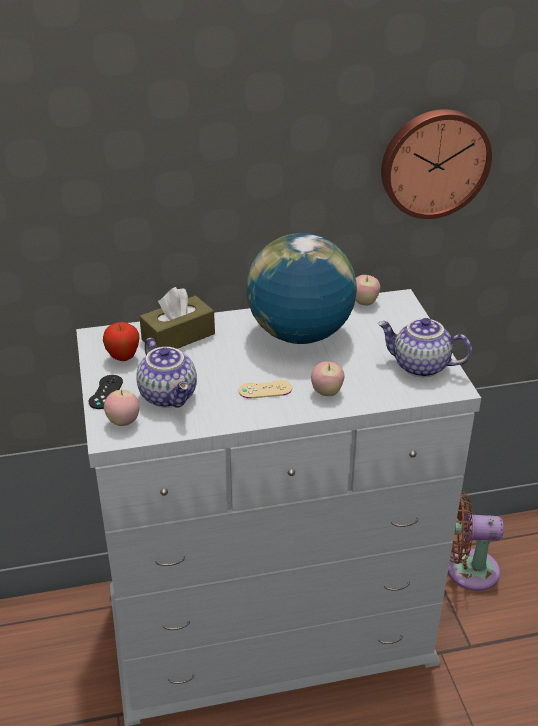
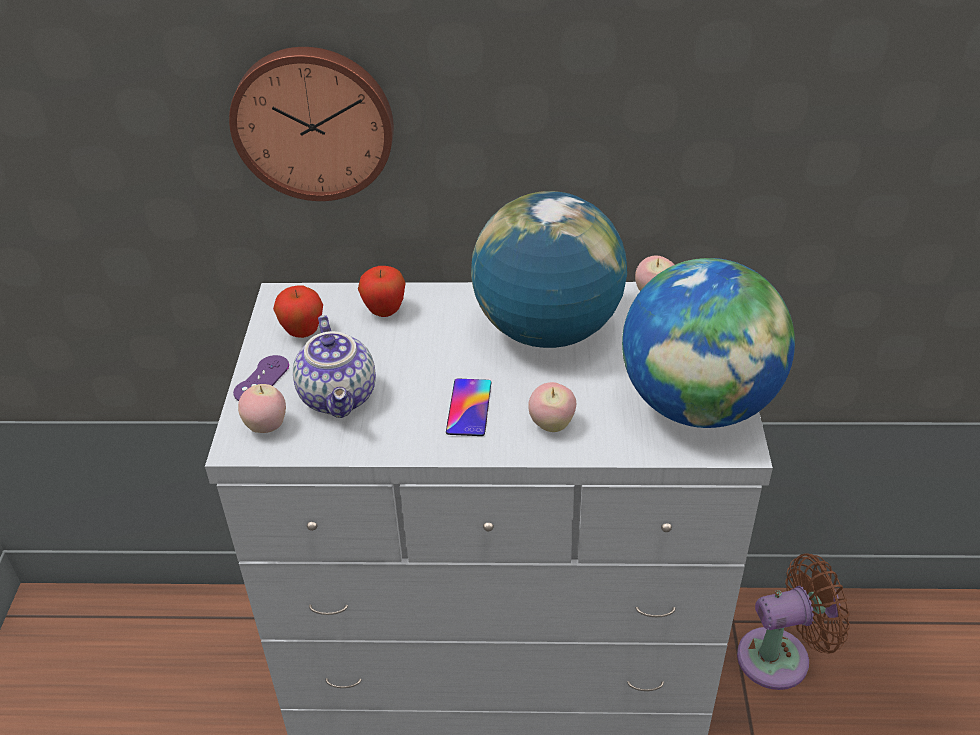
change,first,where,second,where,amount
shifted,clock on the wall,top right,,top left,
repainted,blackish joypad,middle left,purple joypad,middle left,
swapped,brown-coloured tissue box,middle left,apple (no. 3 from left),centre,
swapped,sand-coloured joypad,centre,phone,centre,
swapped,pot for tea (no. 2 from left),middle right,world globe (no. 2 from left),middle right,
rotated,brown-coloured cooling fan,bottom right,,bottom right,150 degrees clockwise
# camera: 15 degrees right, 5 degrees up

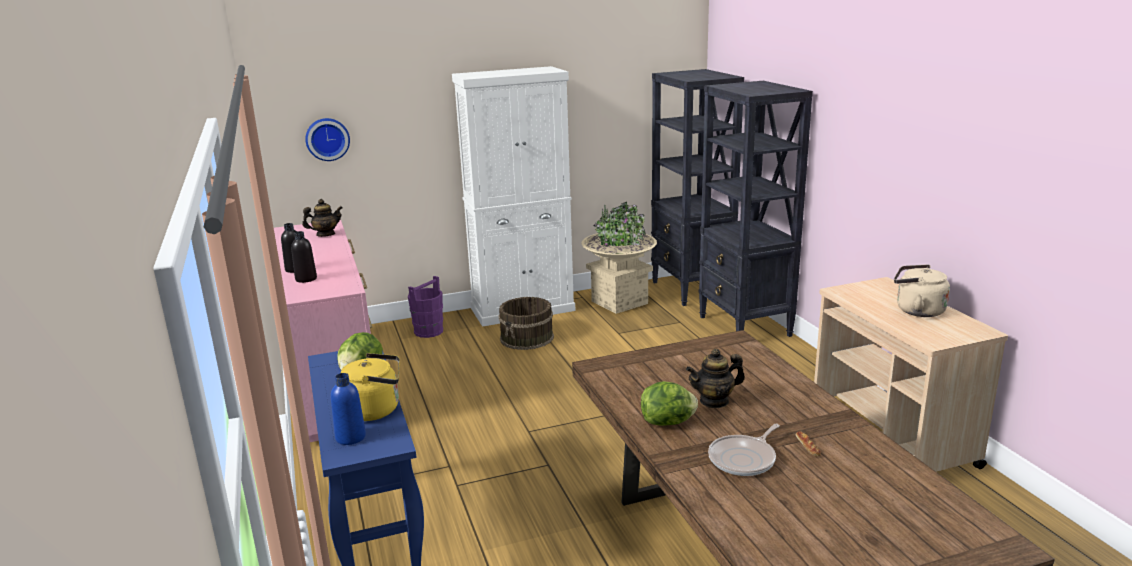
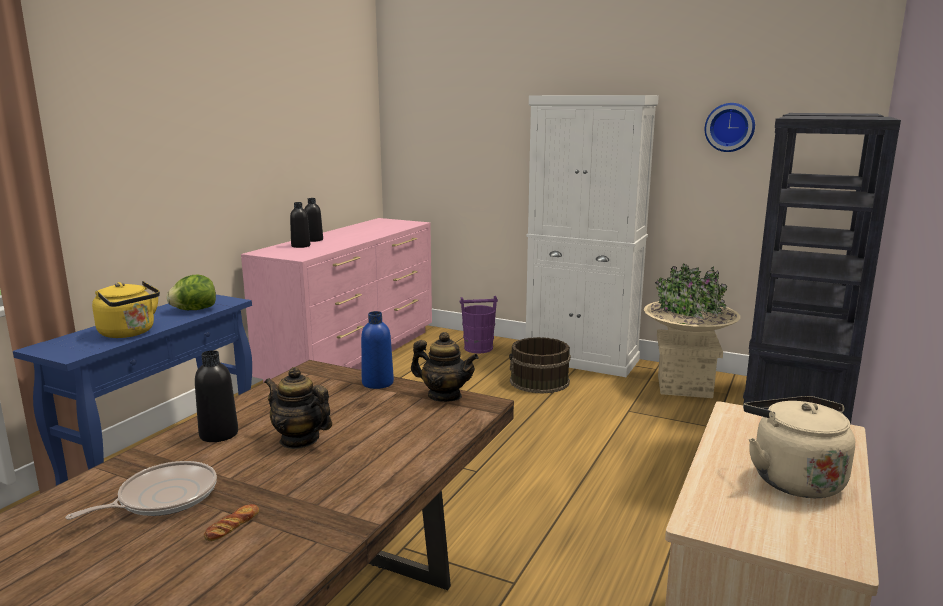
change,first,where,second,where,amount
rotated,skillet,bottom centre,,bottom left,135 degrees clockwise
swapped,head of lettuce (no. 2 from left),bottom centre,blackish drink bottle (no. 1 from left),middle left,
shifted,blue drink bottle,bottom left,,centre,
shifted,pot for tea (no. 1 from left in the first image),middle left,pot for tea (no. 2 from left),centre,
shifted,clock on the wall,top left,,top right,
# camera: 45 degrees right, 5 degrees down

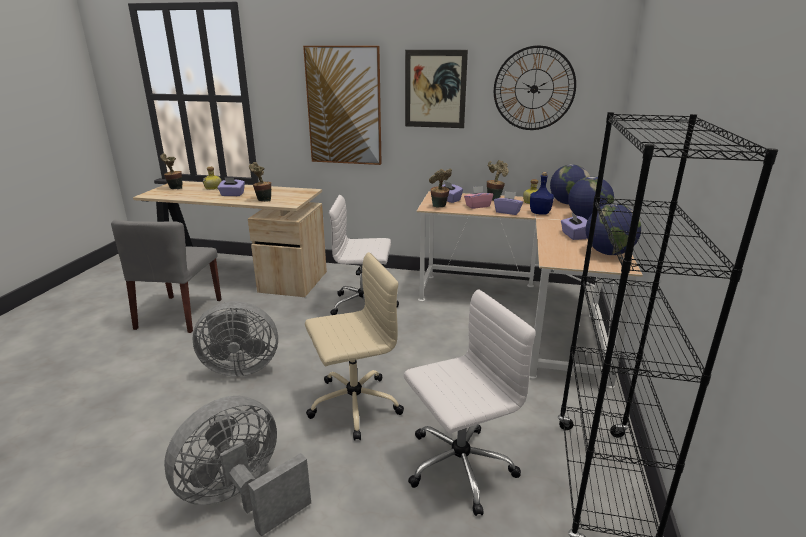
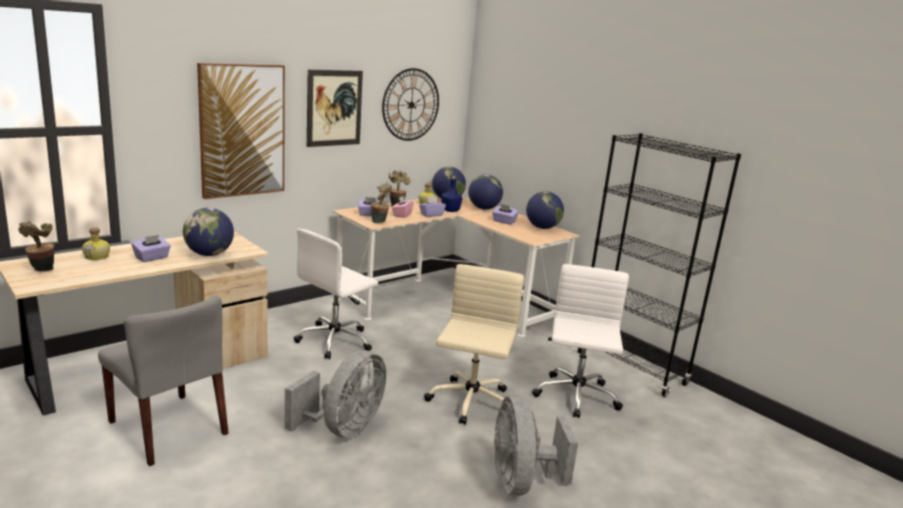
change,first,where,second,where,amount
swapped,houseplant (no. 2 from left),middle left,world globe (no. 1 from left),middle left,
# camera: 55 degrees left, 5 degrees down

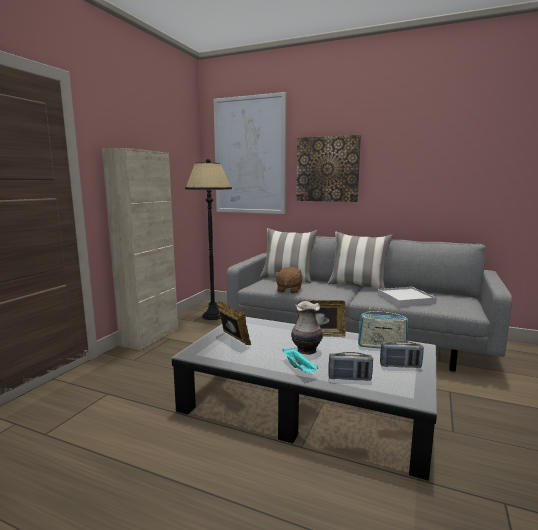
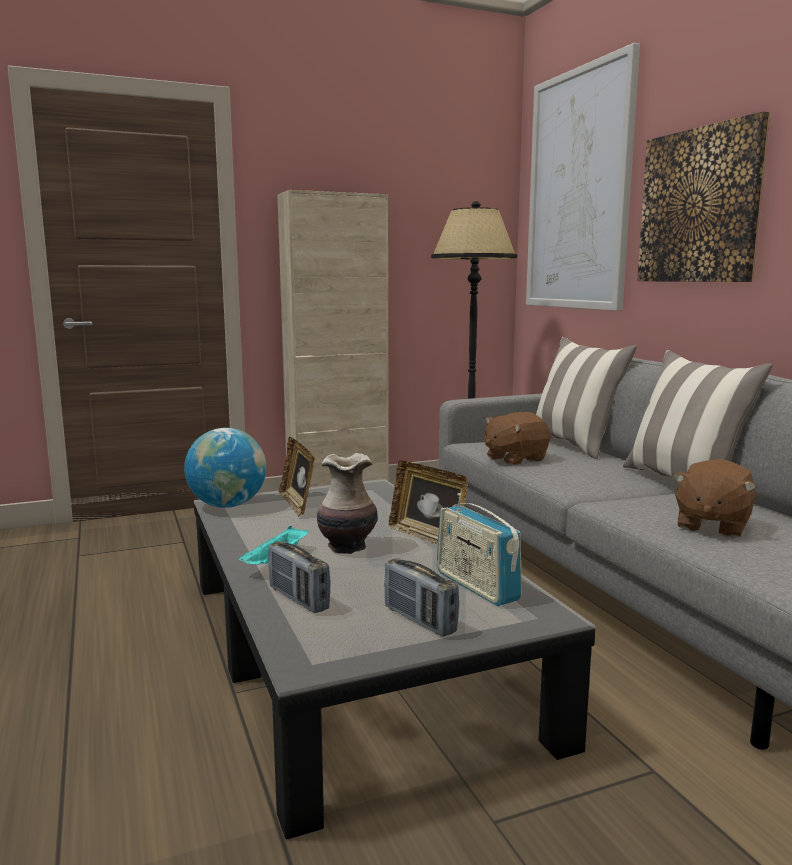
change,first,where,second,where,amount
new,,,world globe,middle left,
rotated,photo frame (no. 1 from left),centre,,centre,150 degrees clockwise
swapped,white tray,middle right,brown-coloured plush toy (no. 2 from left),middle right,
# camera: 45 degrees right, 0 degrees up

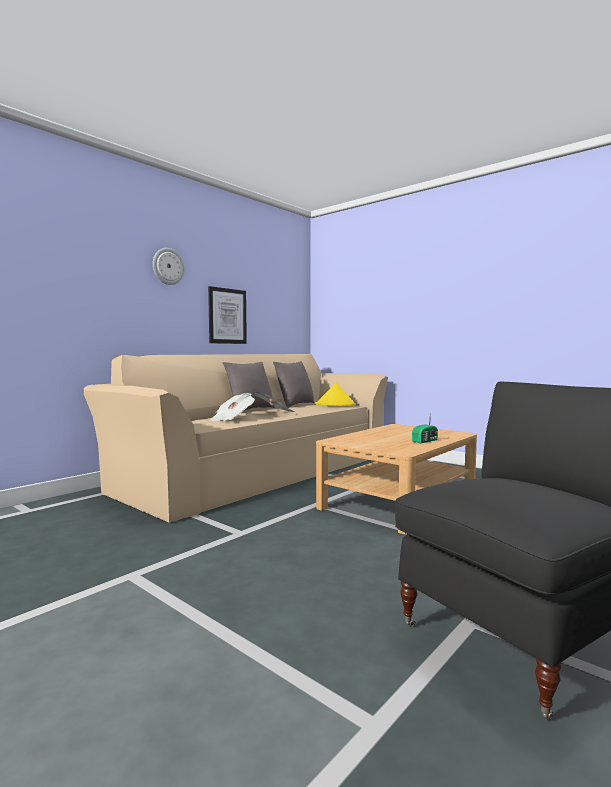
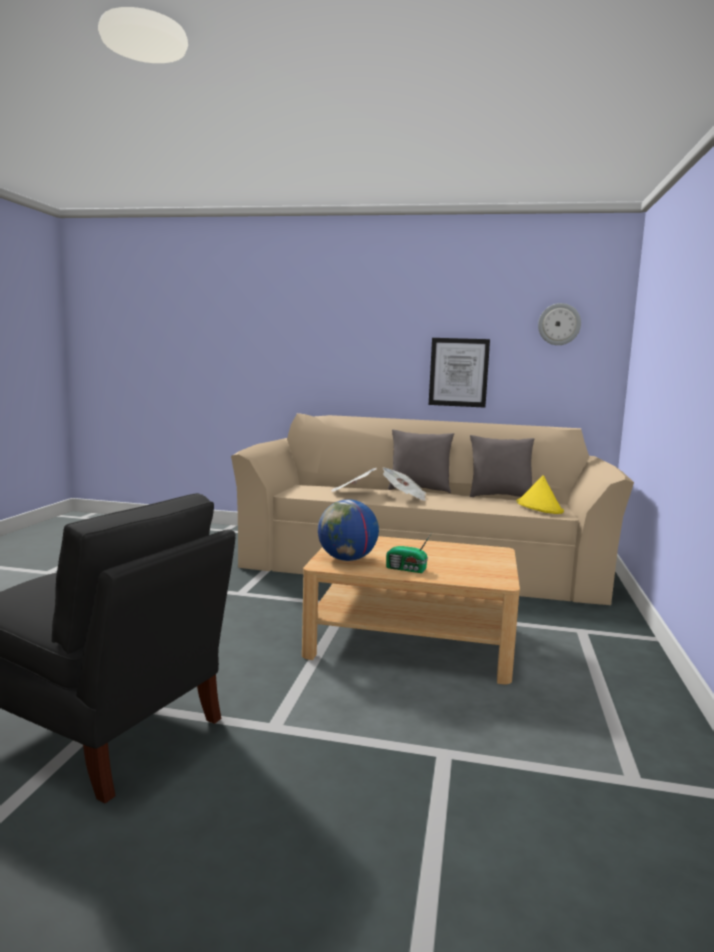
change,first,where,second,where,amount
new,,,world globe,centre,
shifted,clock on the wall,middle left,,middle right,
# camera: 60 degrees right, 5 degrees up

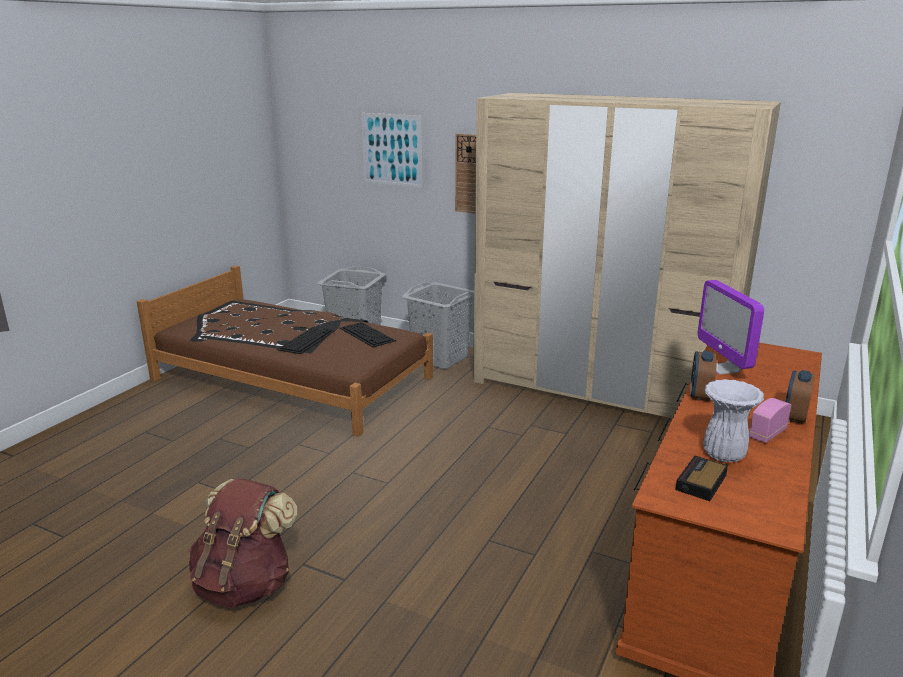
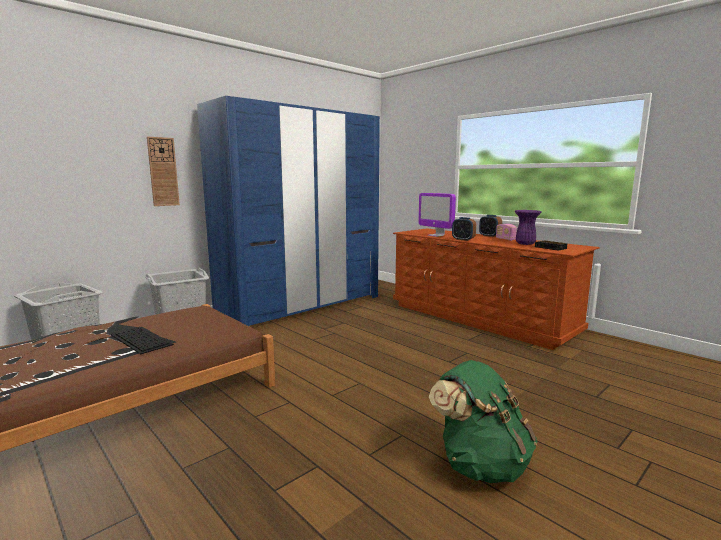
change,first,where,second,where,amount
repainted,sand-coloured wardrobe,middle right,blue wardrobe,centre,
rotated,computer display,middle right,,centre,45 degrees clockwise
repainted,brown-coloured rucksack,bottom left,green-coloured rucksack,bottom right,
repainted,white vase,middle right,purple vase,middle right,
gone,computer keyboard (no. 2 from left),centre,,,
gone,picture,top centre,,,
# camera: 70 degrees left, 10 degrees down

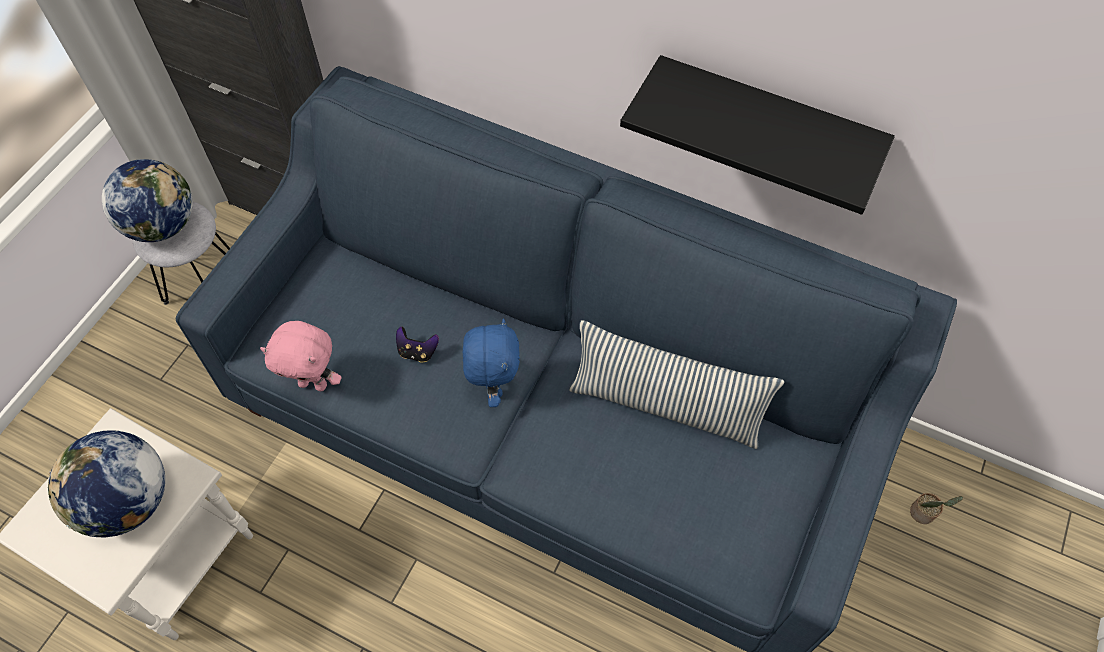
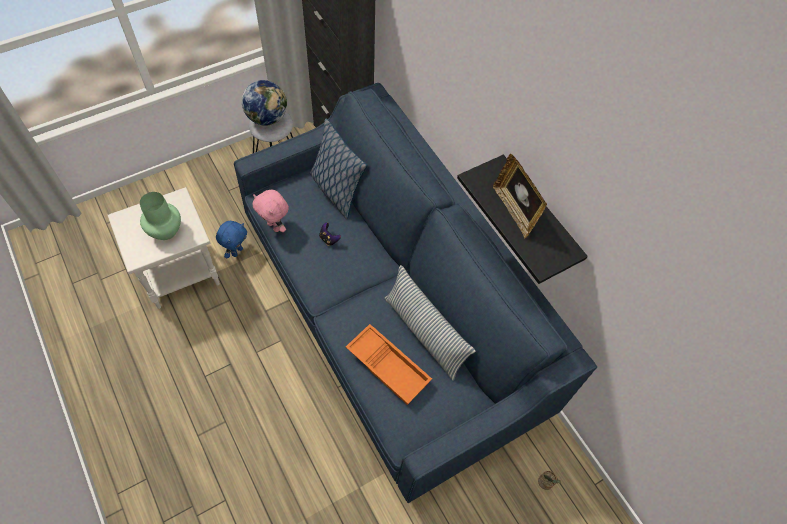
change,first,where,second,where,amount
swapped,world globe (no. 1 from left),bottom left,green-coloured vase,middle left,
shifted,blue plush toy,centre,,middle left,
new,,,cushion (no. 1 from left),top centre,
new,,,orange tray,bottom centre,
new,,,photo frame,centre,
# camera: 30 degrees right, 0 degrees up

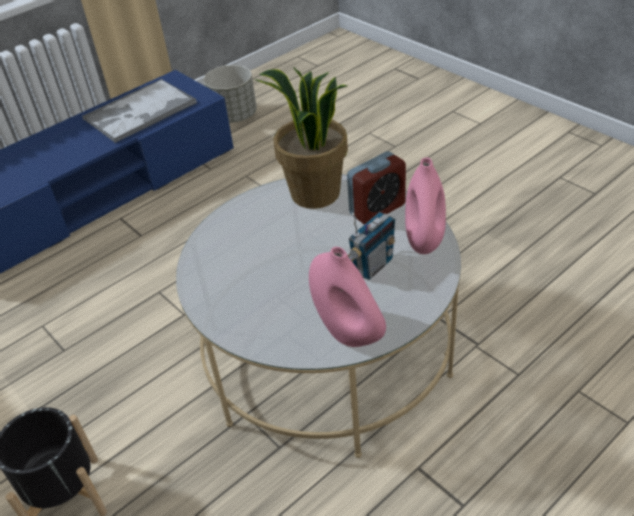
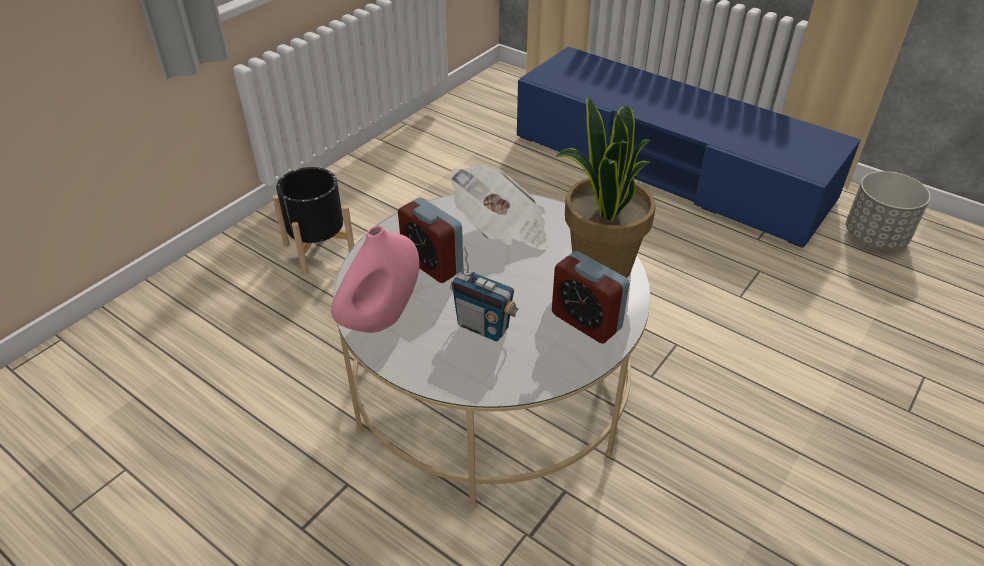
change,first,where,second,where,amount
new,,,alarm clock (no. 1 from left),centre,
new,,,newspaper,centre,
gone,tray,top left,,,
gone,pinkish vase (no. 2 from left),middle right,,,
# camera: 75 degrees right, 0 degrees up

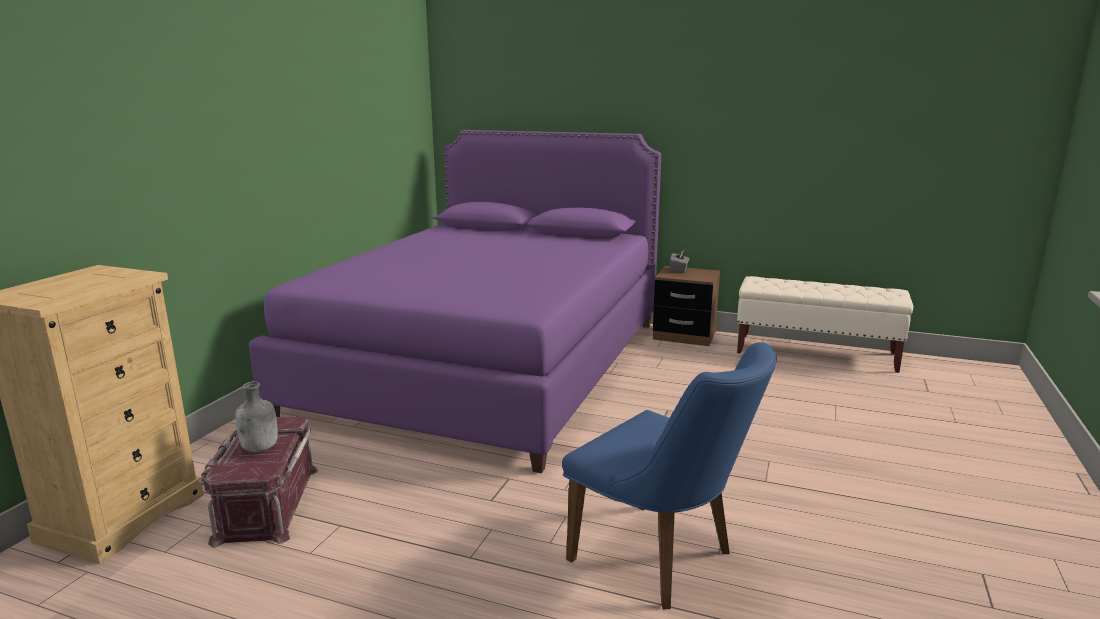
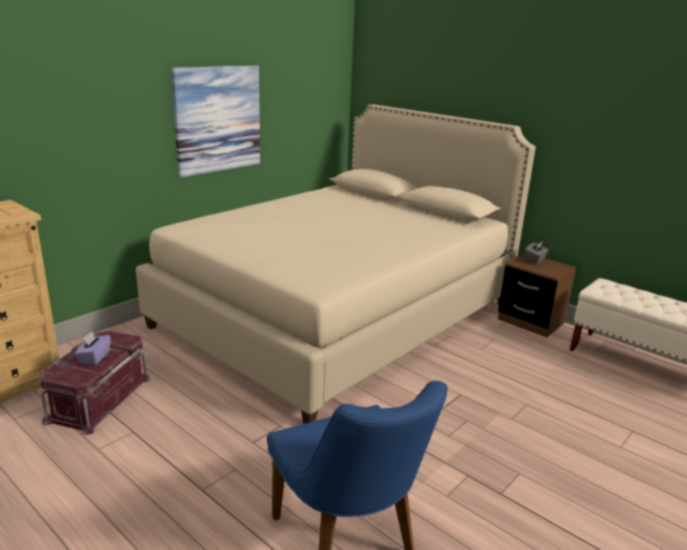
change,first,where,second,where,amount
swapped,gray drink bottle,bottom left,purple tissue box,middle left,
repainted,purple bed,centre,sand-coloured bed,centre,
new,,,picture,top left,
# camera: 20 degrees right, 5 degrees up

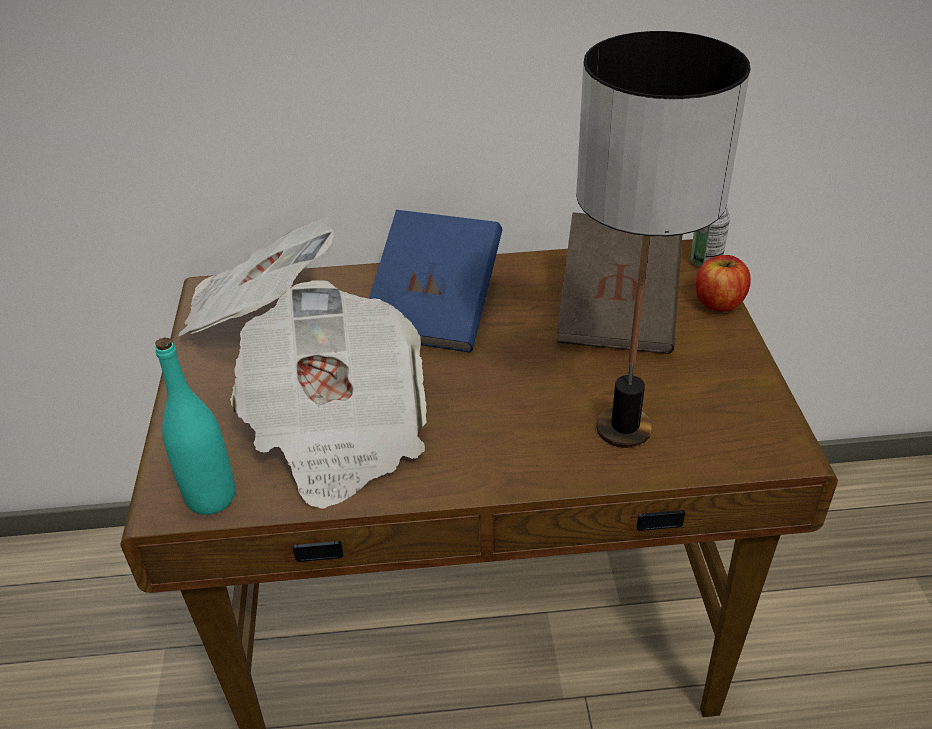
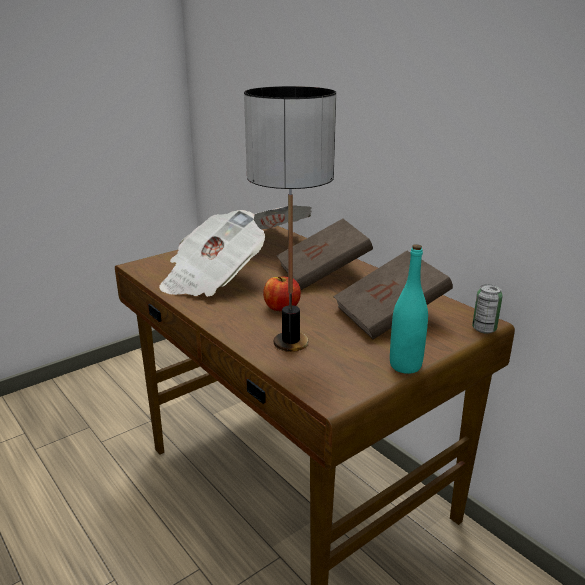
change,first,where,second,where,amount
shifted,apple,middle right,,centre,
repainted,blue book,centre,brown-coloured book (no. 1 from left),centre,
shifted,blue-green drink bottle,middle left,,middle right,
# camera: 55 degrees right, 15 degrees down

